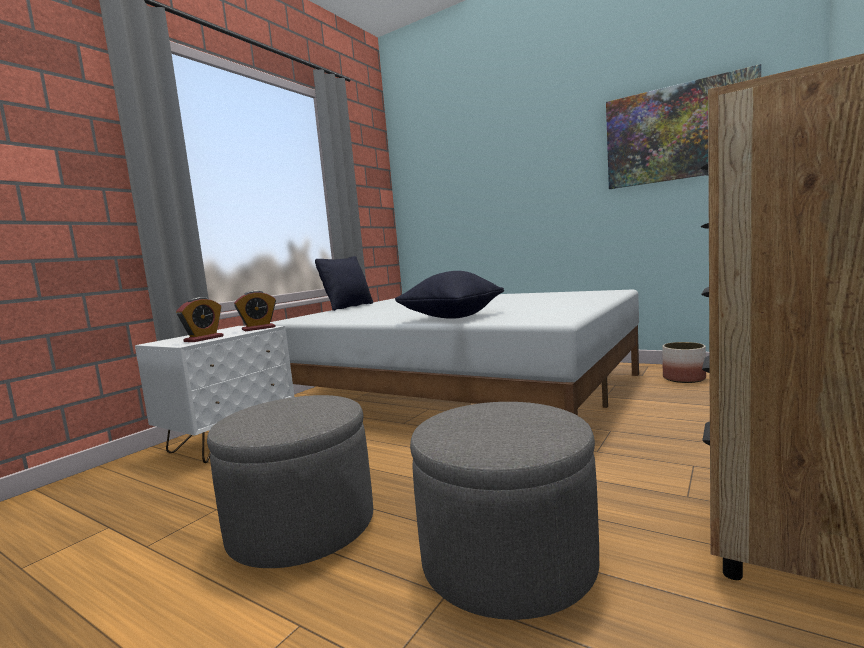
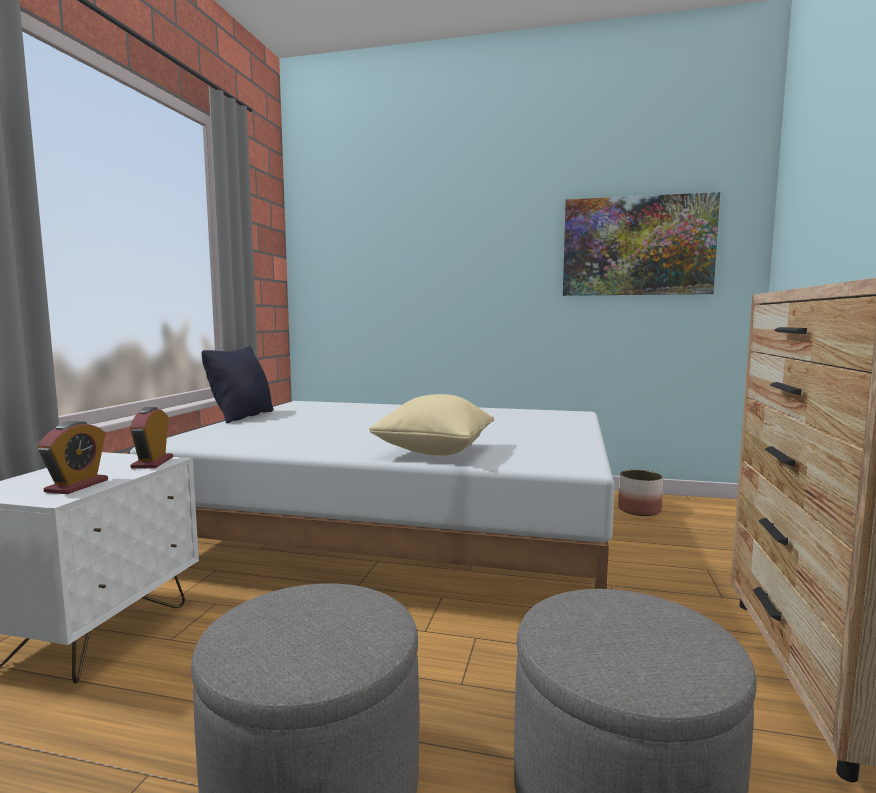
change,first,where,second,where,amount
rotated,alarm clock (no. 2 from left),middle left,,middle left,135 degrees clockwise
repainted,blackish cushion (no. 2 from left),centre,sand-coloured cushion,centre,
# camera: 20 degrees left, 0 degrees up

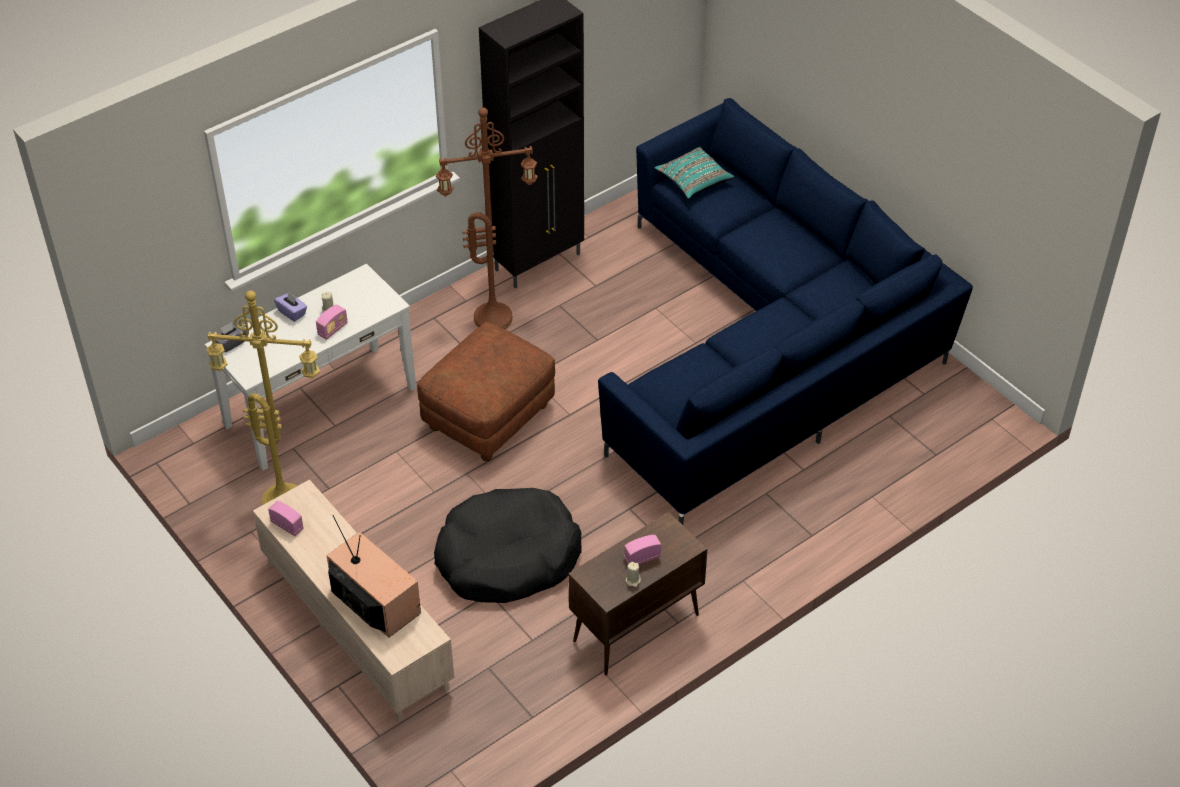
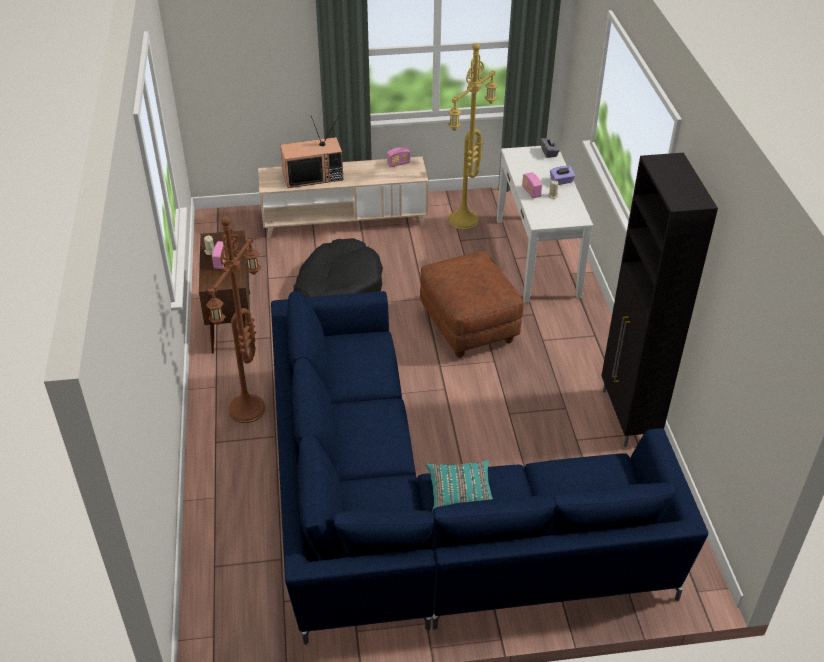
change,first,where,second,where,amount
shifted,brown-coloured floor lamp,top centre,,middle left,
shifted,blue-green cushion,top centre,,bottom centre,
# camera: 120 degrees right, 5 degrees down

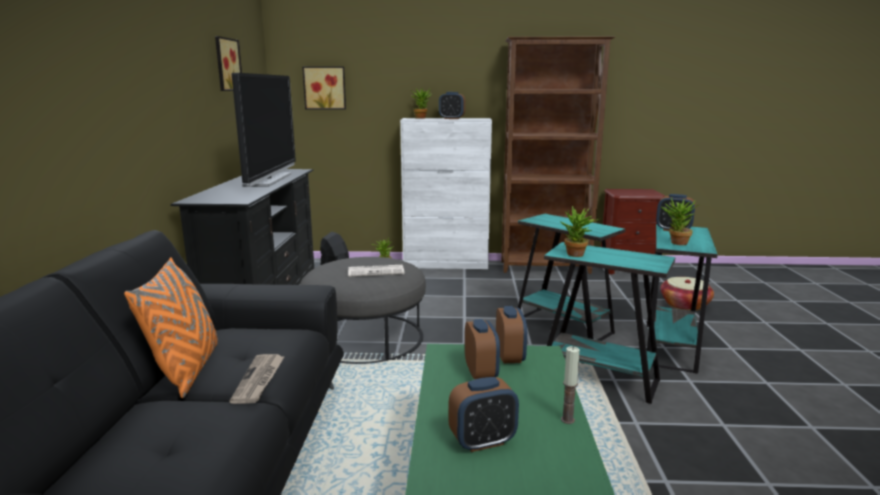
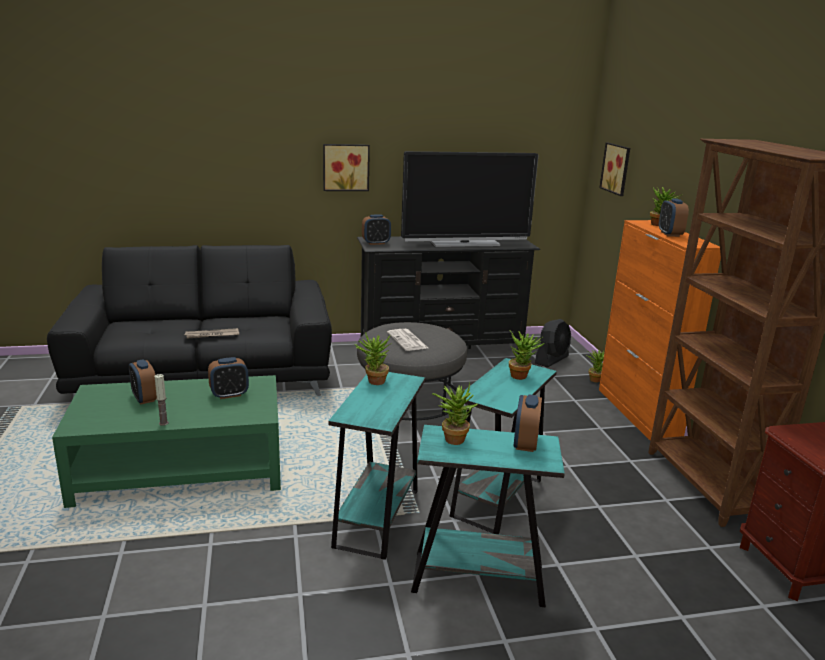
change,first,where,second,where,amount
shifted,picture (no. 1 from left),top left,,top centre,
shifted,alarm clock (no. 4 from left in the first image),bottom centre,alarm clock (no. 3 from left),centre,
new,,,houseplant (no. 3 from left),centre,
repainted,white cabinet,centre,orange cabinet,middle right,
gone,orange cushion,middle left,,,
gone,household basket,middle right,,,
# camera: 75 degrees right, 5 degrees up

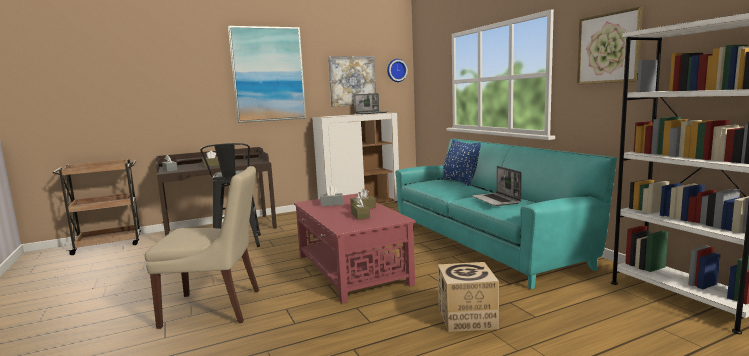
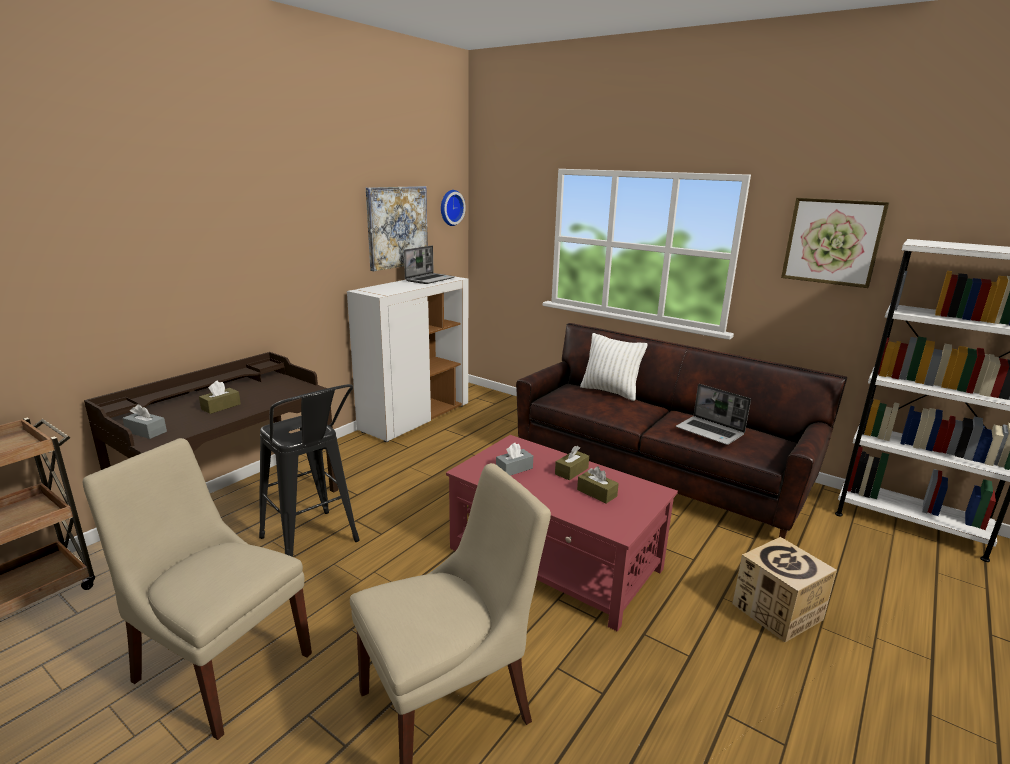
change,first,where,second,where,amount
new,,,sand-coloured chair (no. 1 from left),bottom left,
repainted,blue-green sofa,middle right,brown-coloured sofa,middle right,
repainted,blue cushion,centre,white cushion,centre,
gone,picture (no. 1 from left),top centre,,,
# camera: 30 degrees left, 10 degrees up

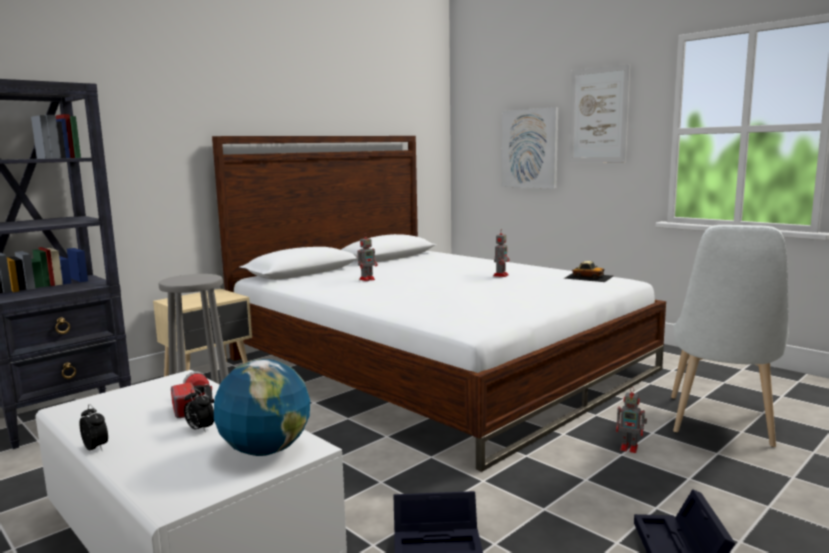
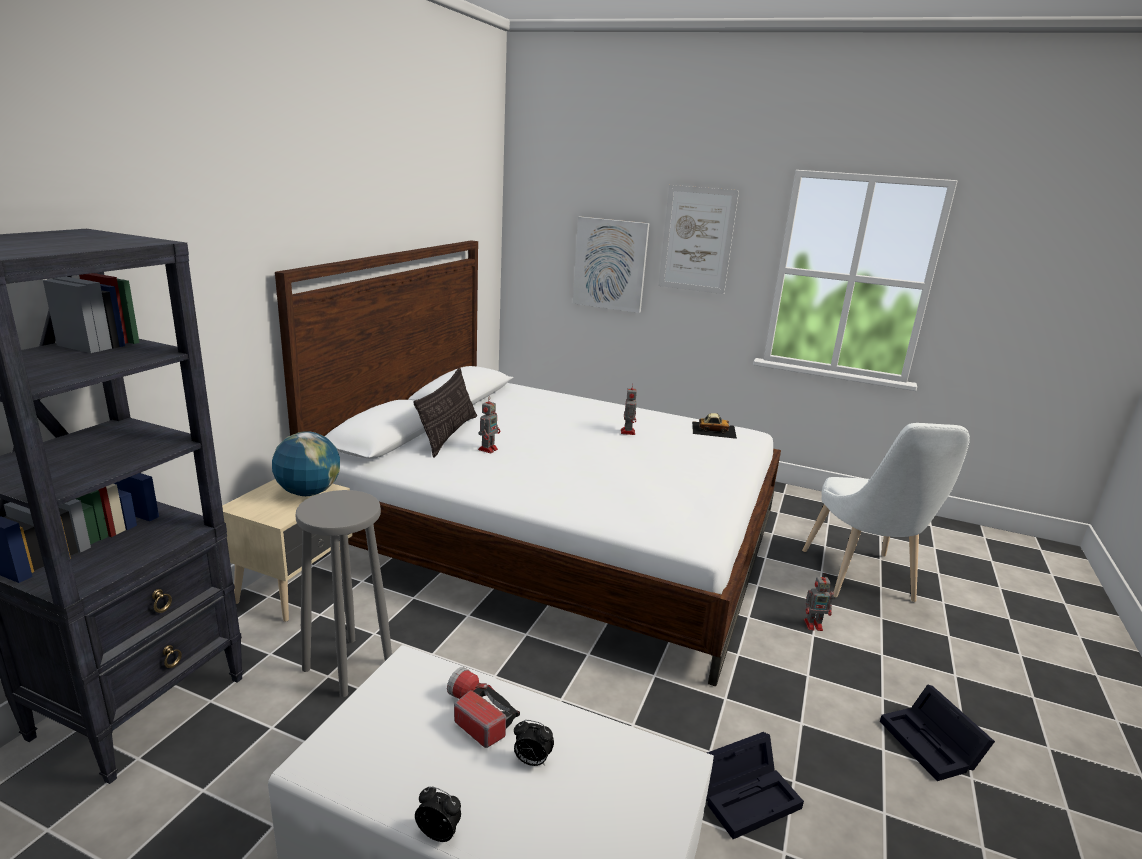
change,first,where,second,where,amount
shifted,world globe,bottom left,,middle left,
new,,,cushion,centre,
# camera: 25 degrees left, 10 degrees up

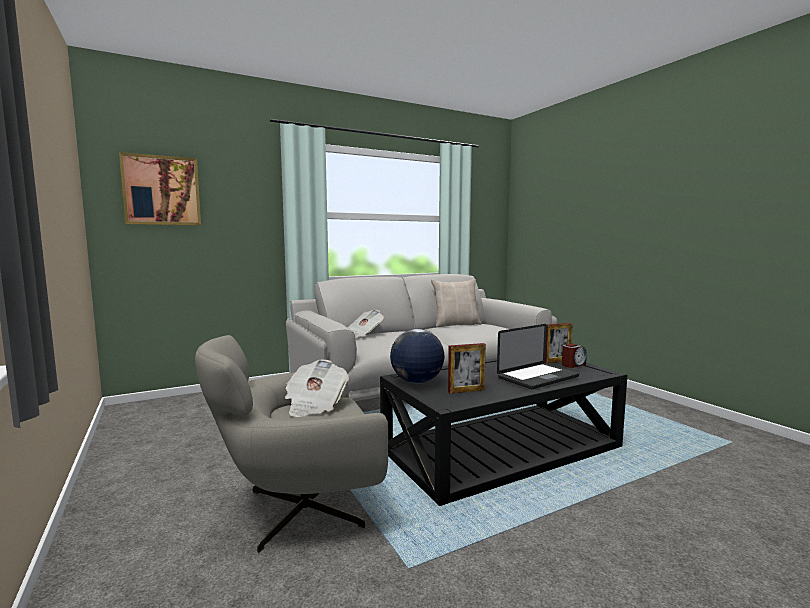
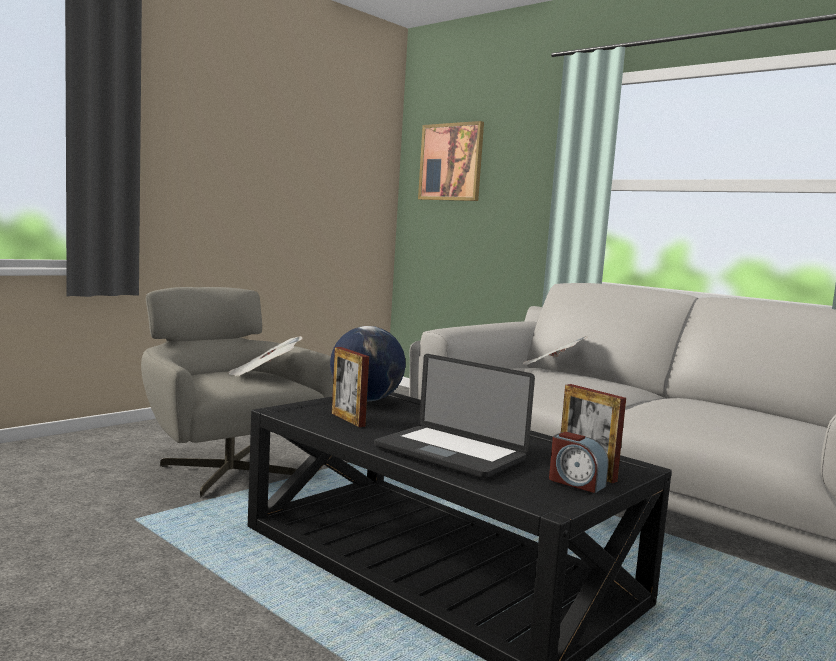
change,first,where,second,where,amount
gone,sand-coloured cushion,centre,,,
# camera: 70 degrees right, 0 degrees up

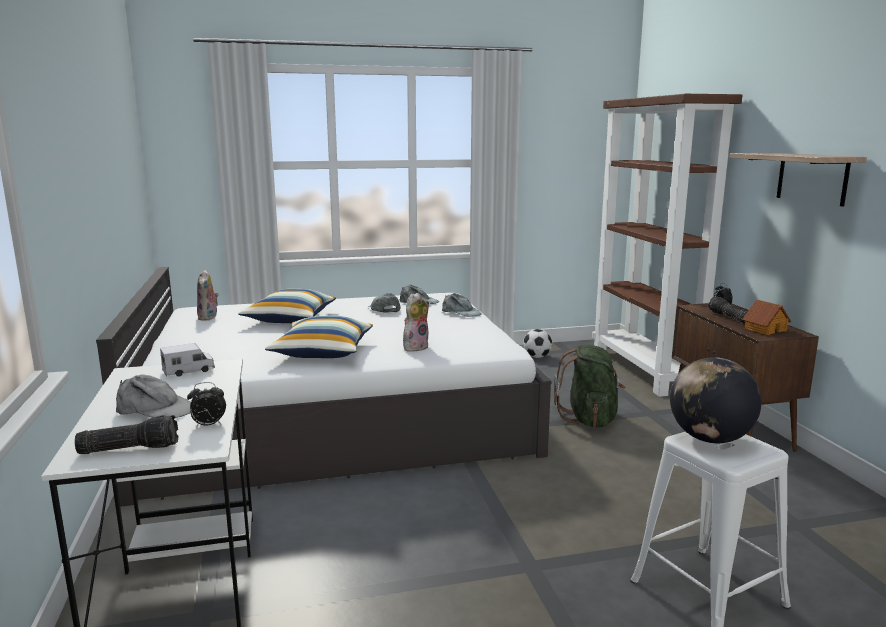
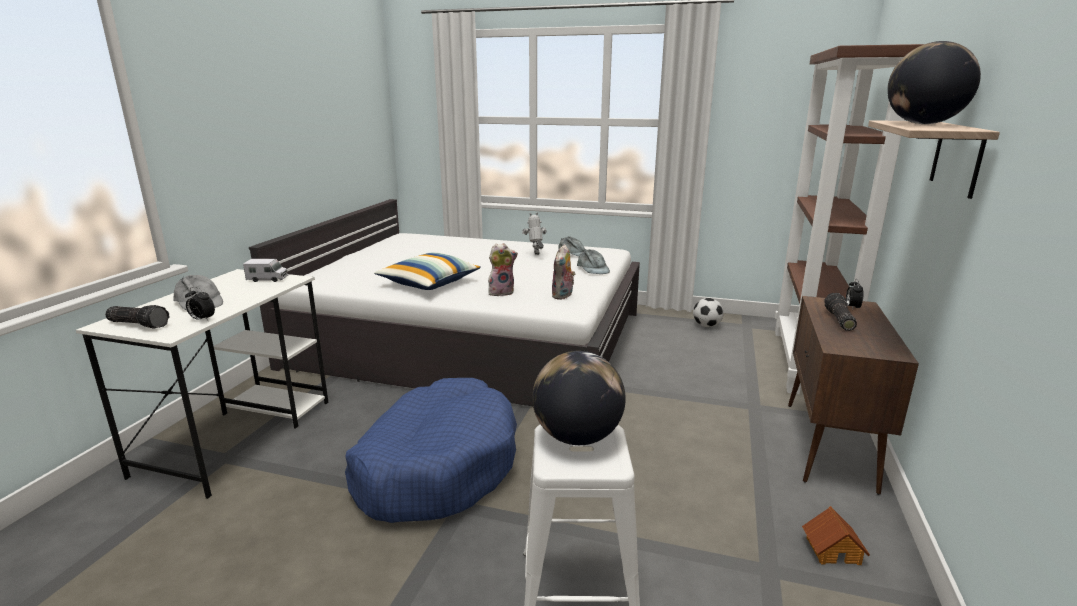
change,first,where,second,where,amount
new,,,blue pet bed,bottom centre,
swapped,gray baseball cap (no. 2 from left),centre,toy robot,centre,
shifted,plush toy (no. 1 from left in the first image),middle left,plush toy (no. 2 from left),centre,
shifted,toy house,middle right,,bottom right,
new,,,world globe (no. 2 from left),top right,
gone,cushion (no. 1 from left),middle left,,,
gone,green-coloured rucksack,centre,,,
# camera: 30 degrees right, 5 degrees up

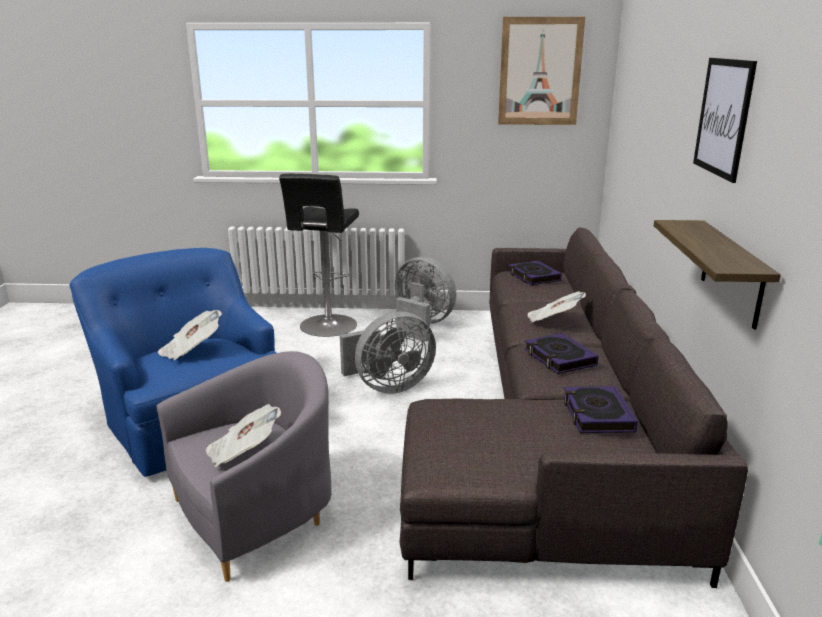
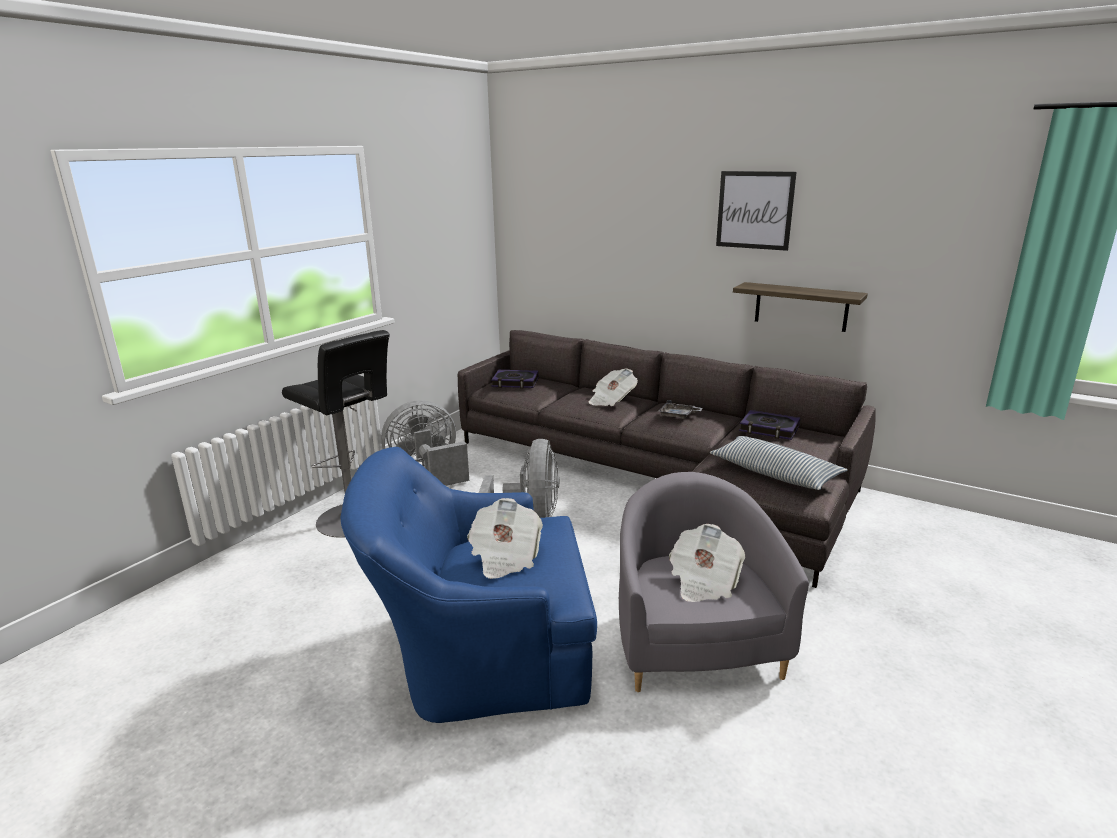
change,first,where,second,where,amount
swapped,book (no. 2 from left),middle right,gray tray,centre,
new,,,cushion,middle right,
gone,picture (no. 1 from left),top centre,,,
# camera: 60 degrees left, 0 degrees up

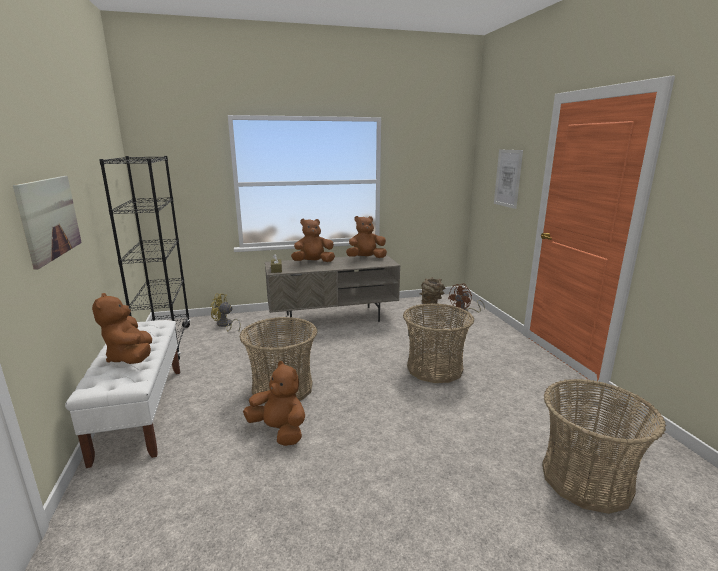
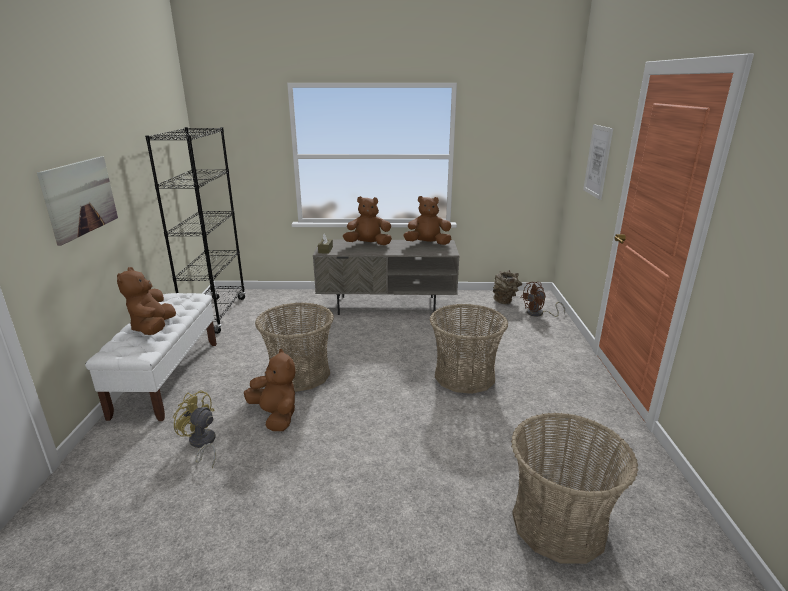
change,first,where,second,where,amount
shifted,yellow cooling fan,middle left,,bottom left,
# camera: 15 degrees right, 5 degrees up

